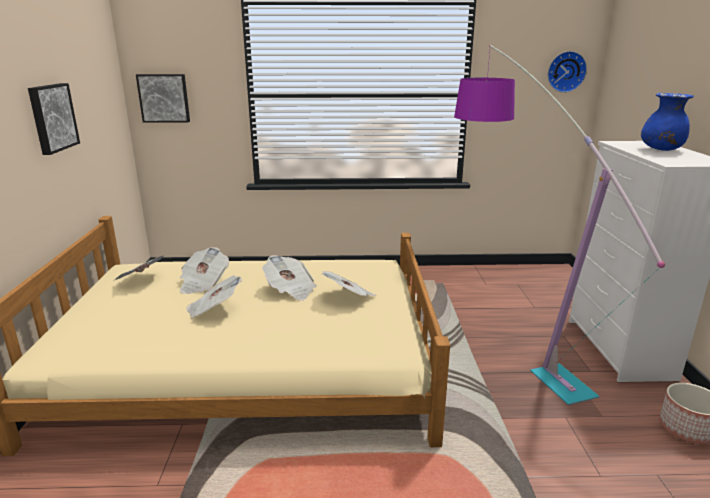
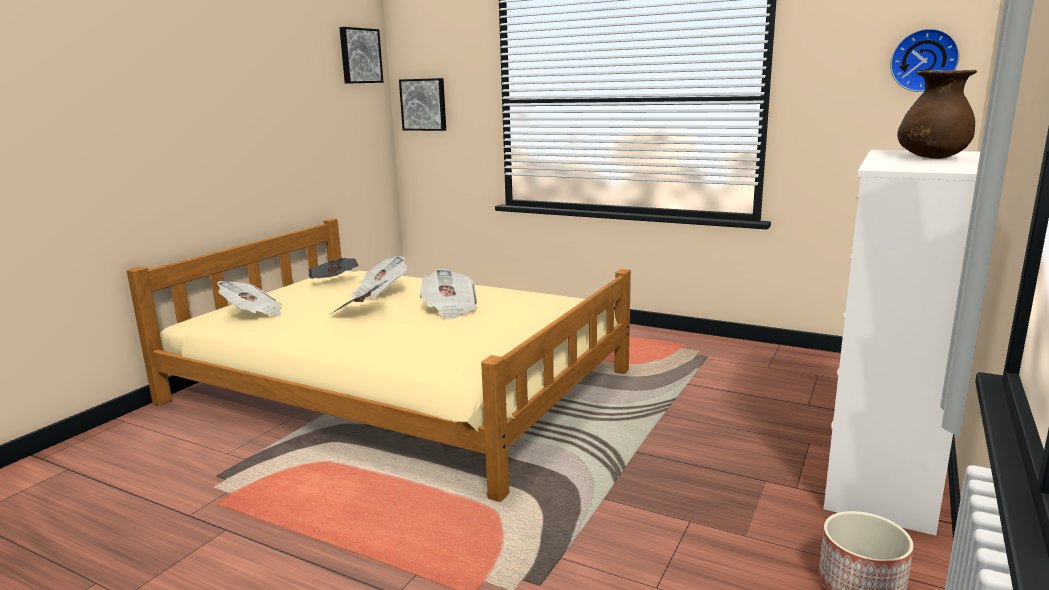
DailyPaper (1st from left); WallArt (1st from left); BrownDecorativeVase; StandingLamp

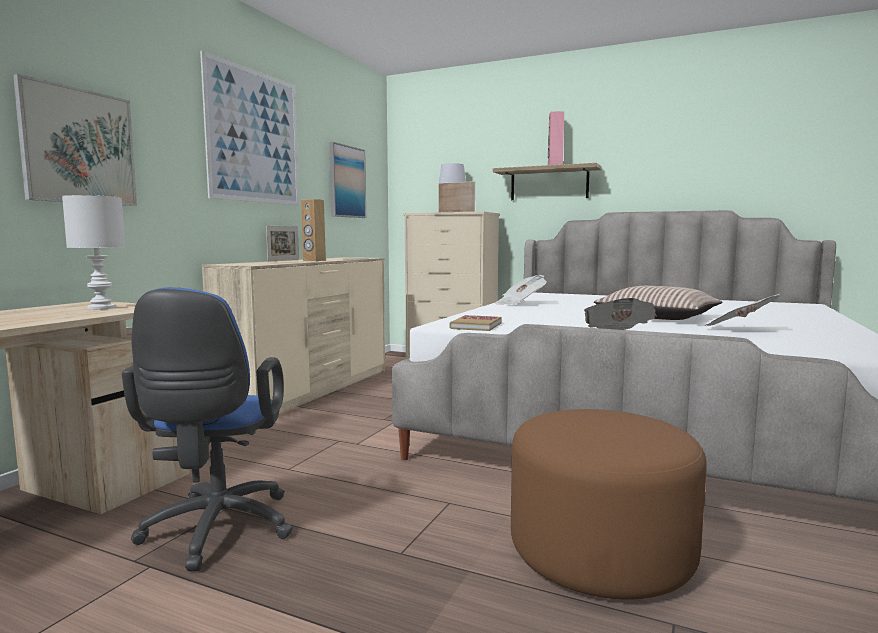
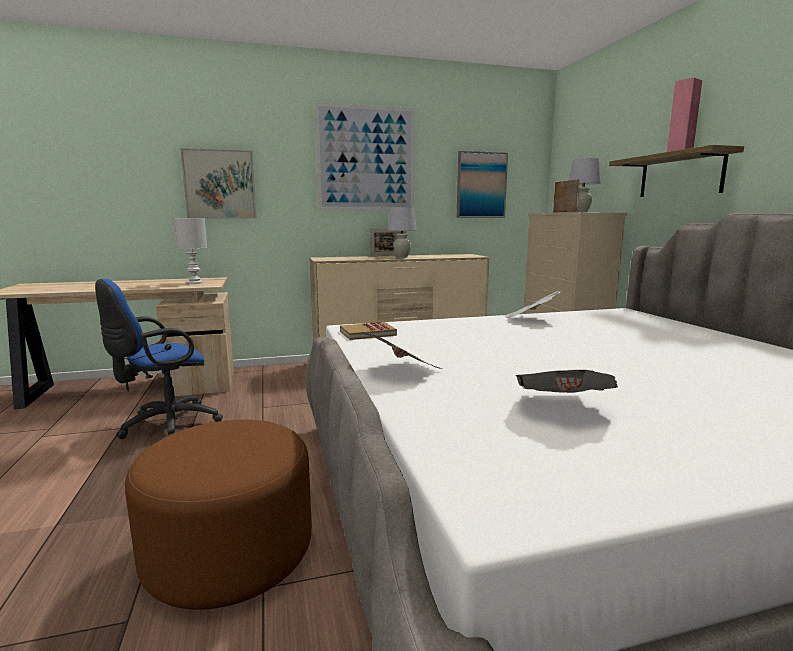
WhiteLampForATable (2nd from left); Pillow

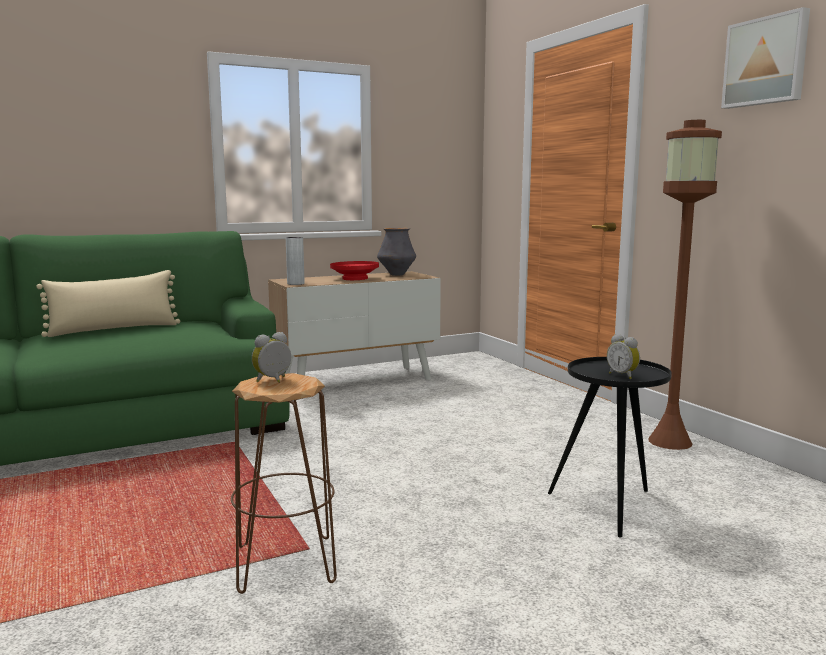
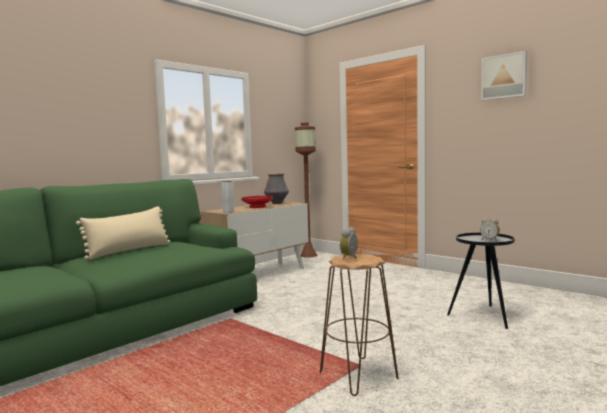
BrownStandingLamp

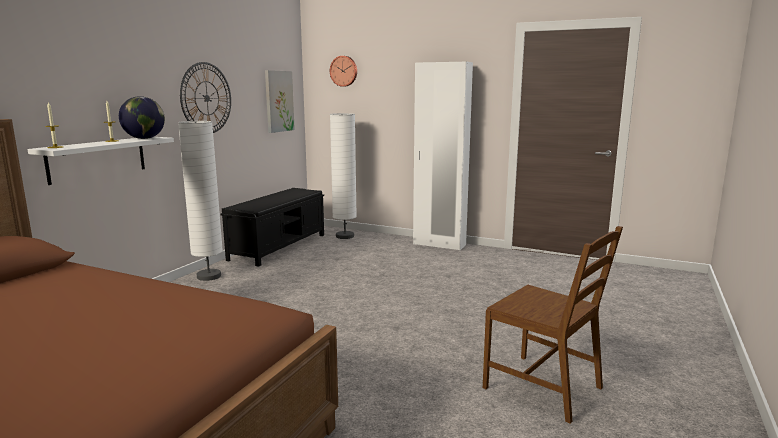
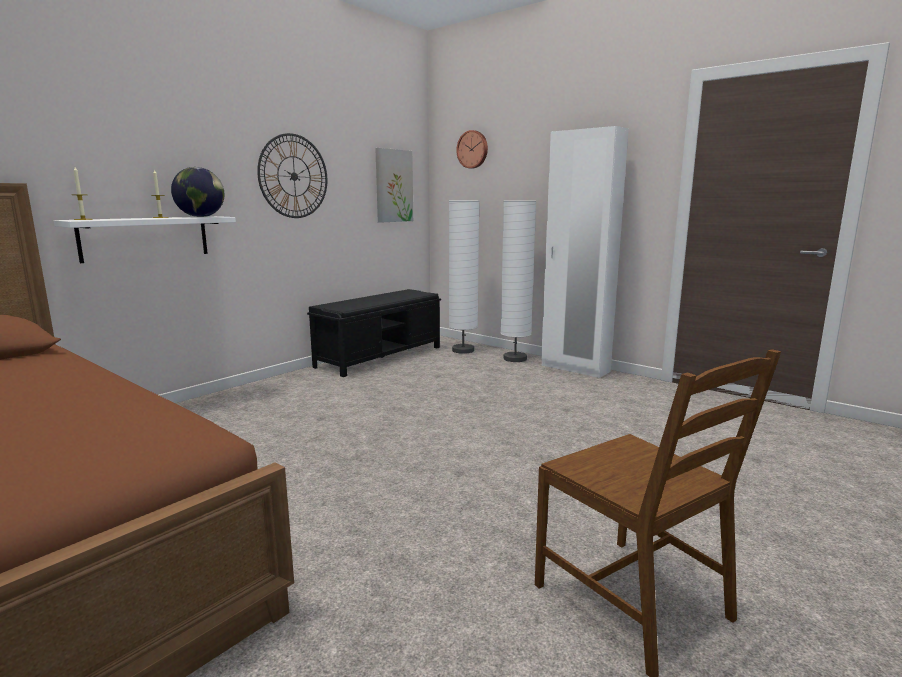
WhiteStandingLamp (2nd from left)

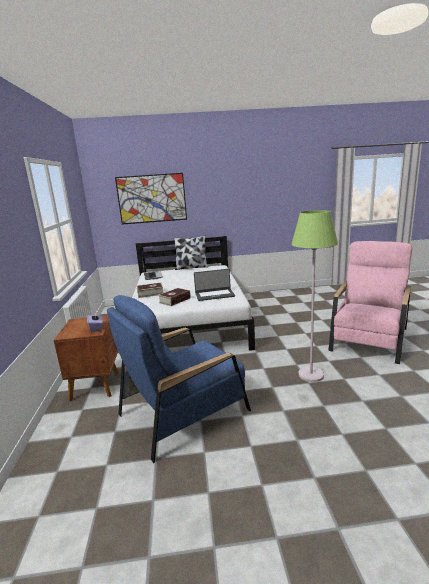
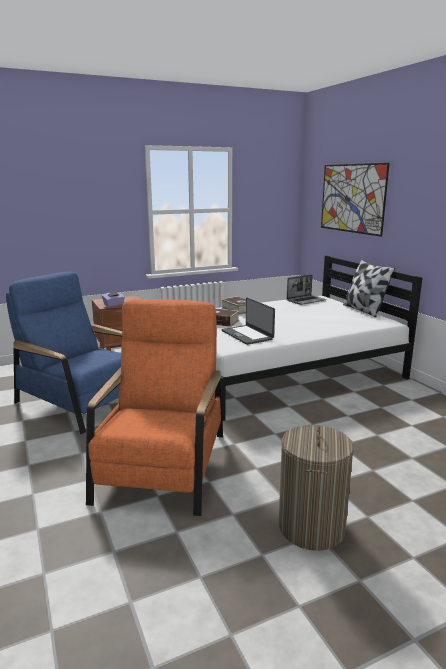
OrangeyArmchair; LaundryBasket

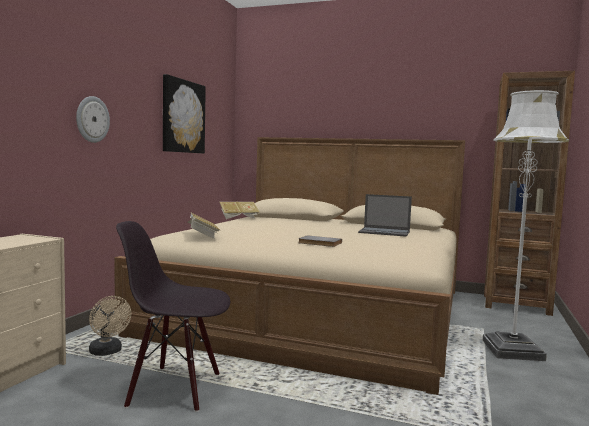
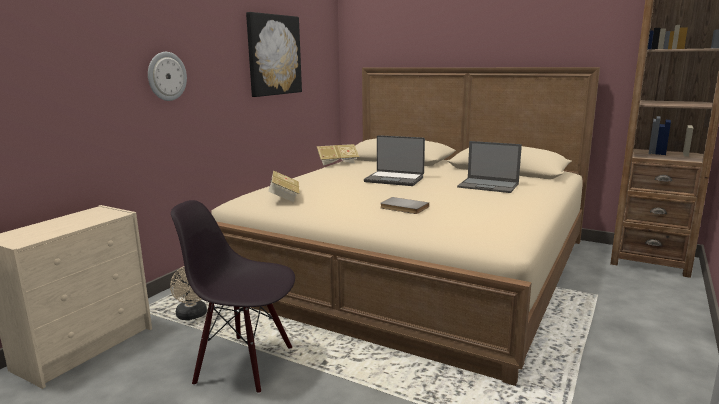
NotebookComputer (1st from left); WhiteStandingLamp

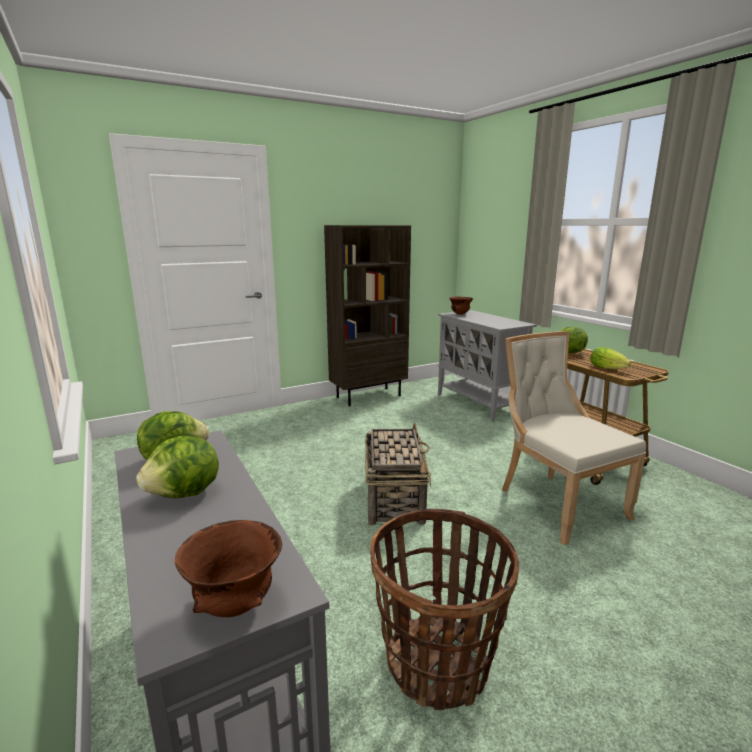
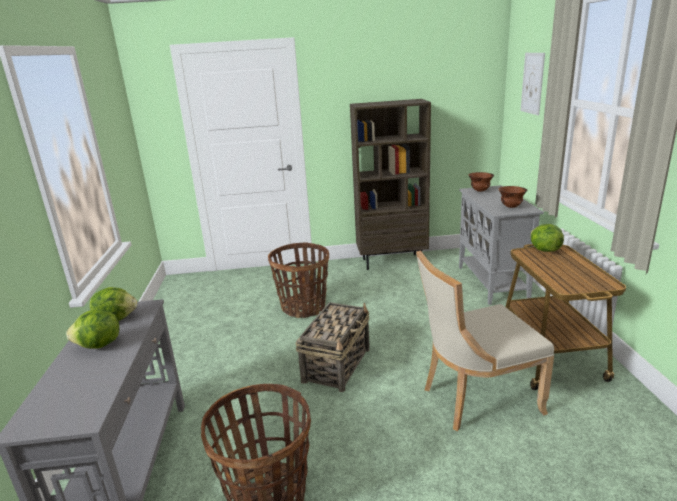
Basket (2nd from left); SandColouredUprightChair; BrownBowl (2nd from left); WallArt; LettuceHead (4th from left in the first image)

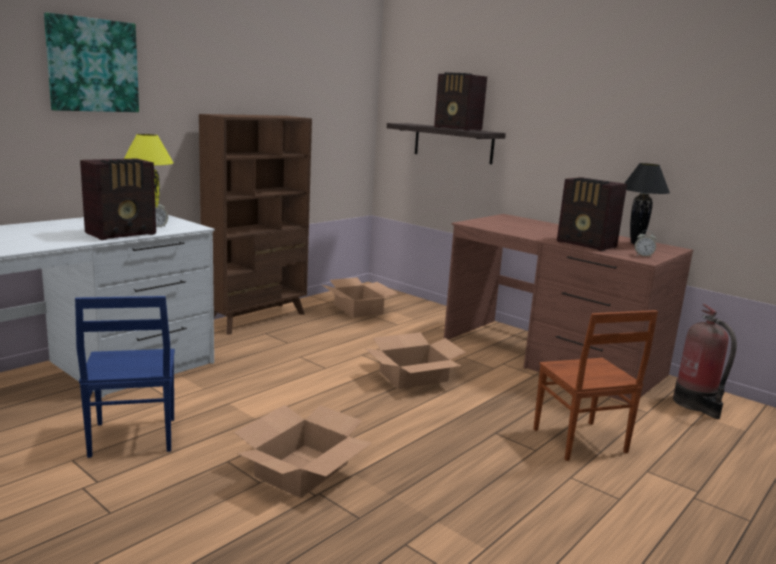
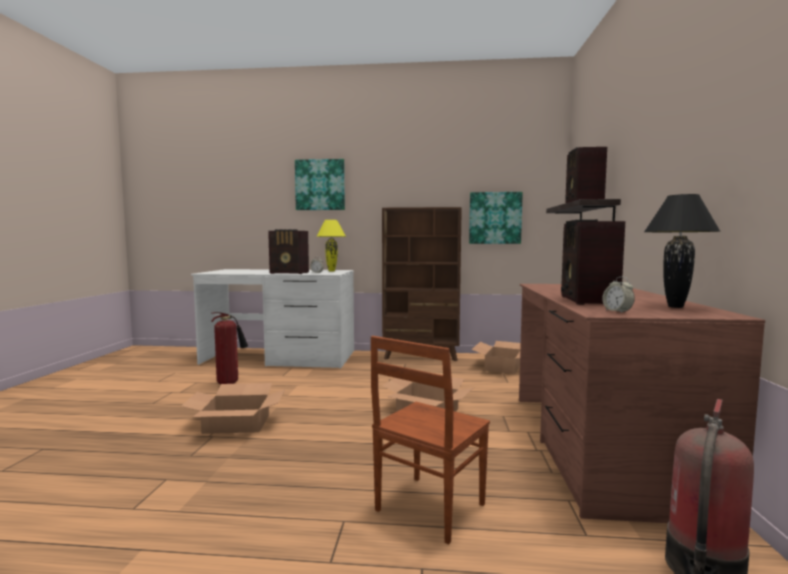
FireExtinguisher (1st from left); WallArt (2nd from left)

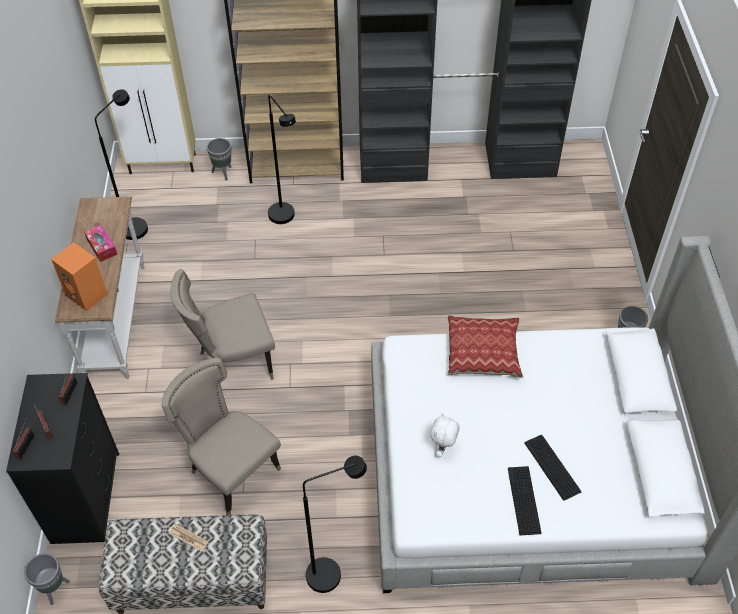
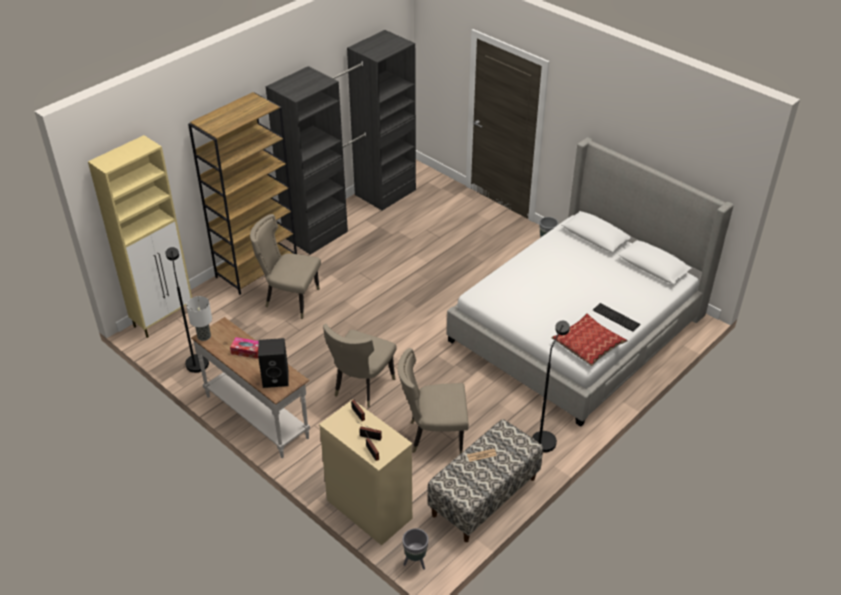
LampForATable; SandColouredUprightChair (1st from left); BlackColouredLoudspeaker; SandColouredChestOfDrawers; Pillow; GreyishPlantPot (2nd from left in the first image); WhiteCuddlyToy; Keyboard (2nd from left in the first image)

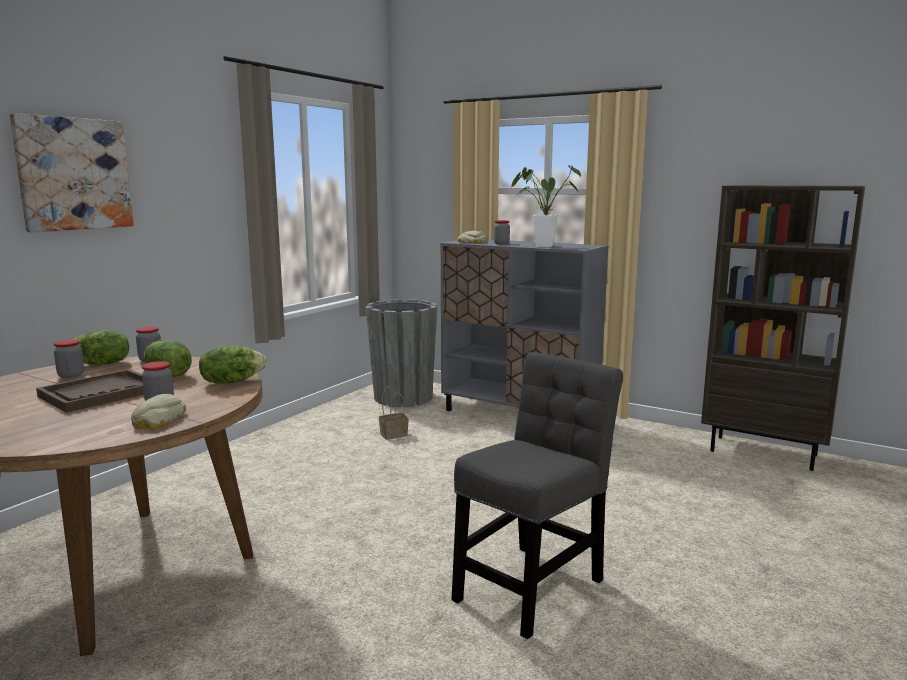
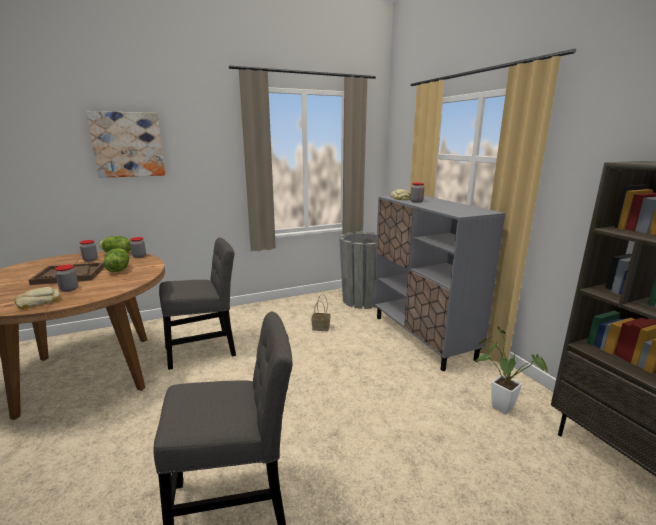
GreyishUprightChair (1st from left); PottedPlant; LettuceHead (3rd from left in the first image)

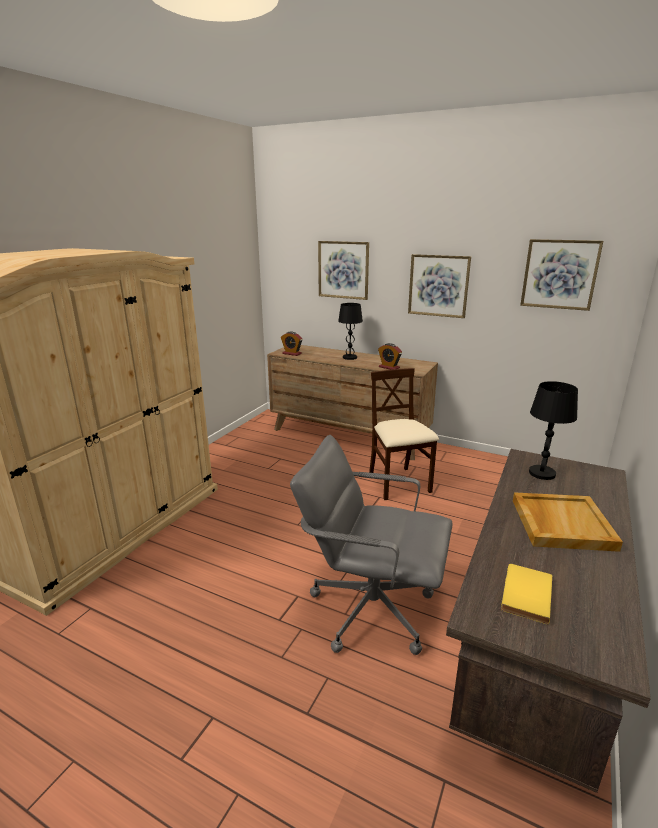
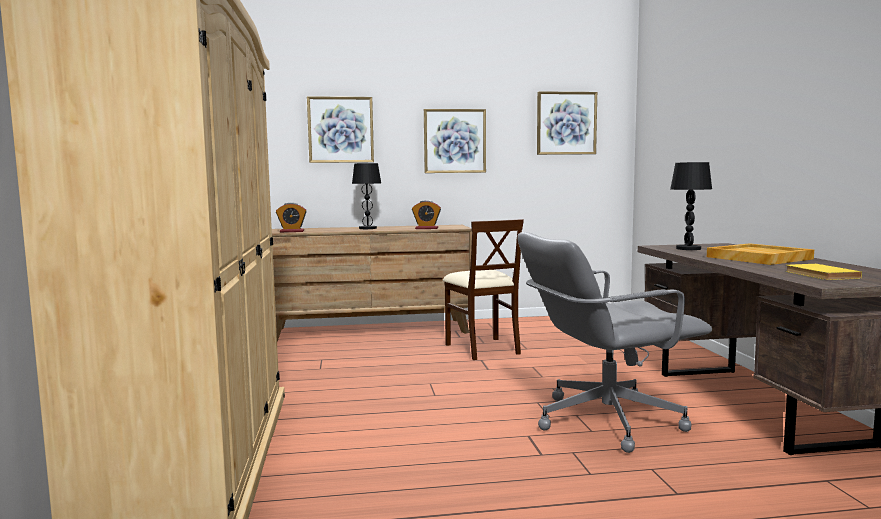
SandColouredUprightChair

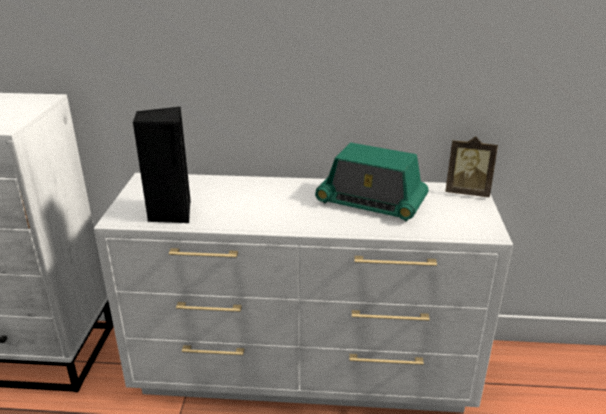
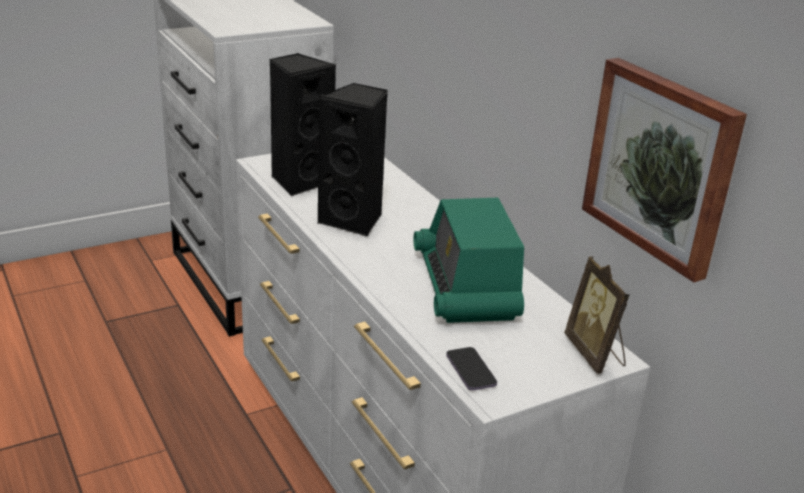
BlackColouredLoudspeaker (2nd from left); Telephone; WallArt

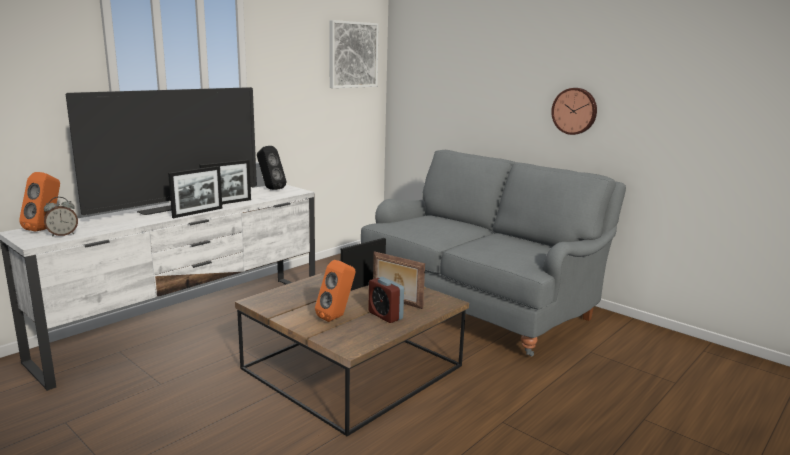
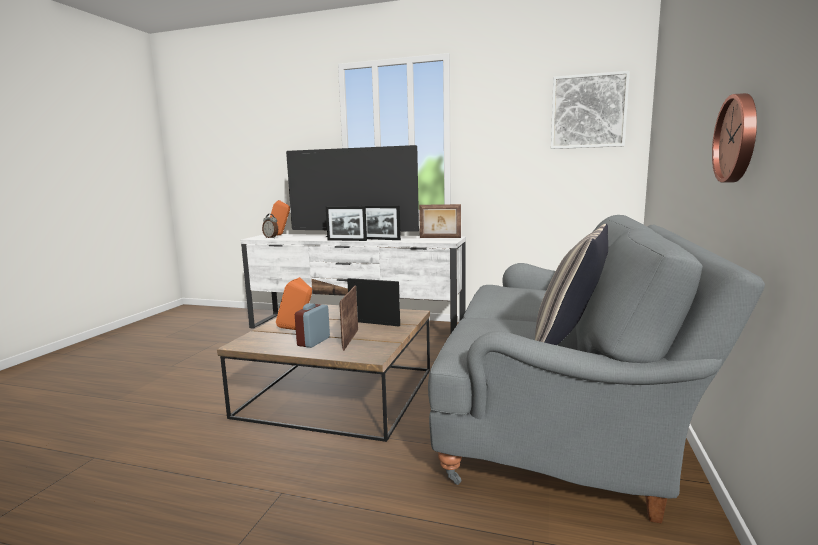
PhotoFrame (5th from left); Pillow

